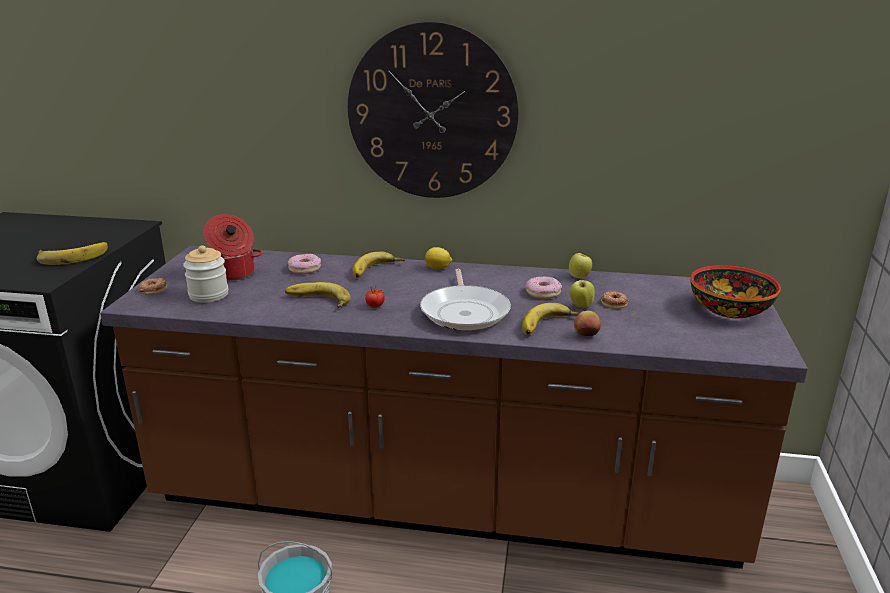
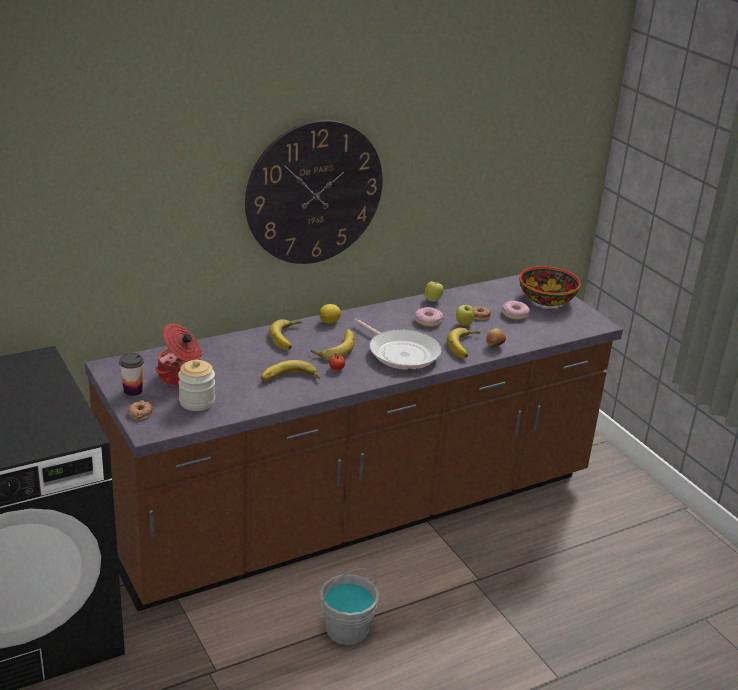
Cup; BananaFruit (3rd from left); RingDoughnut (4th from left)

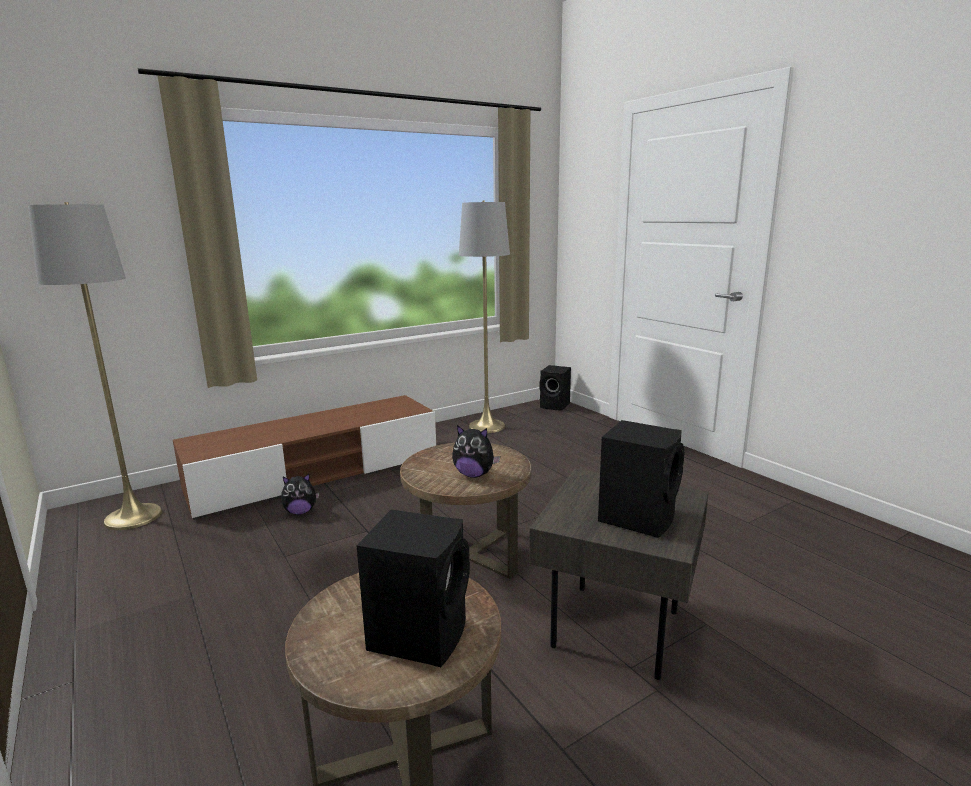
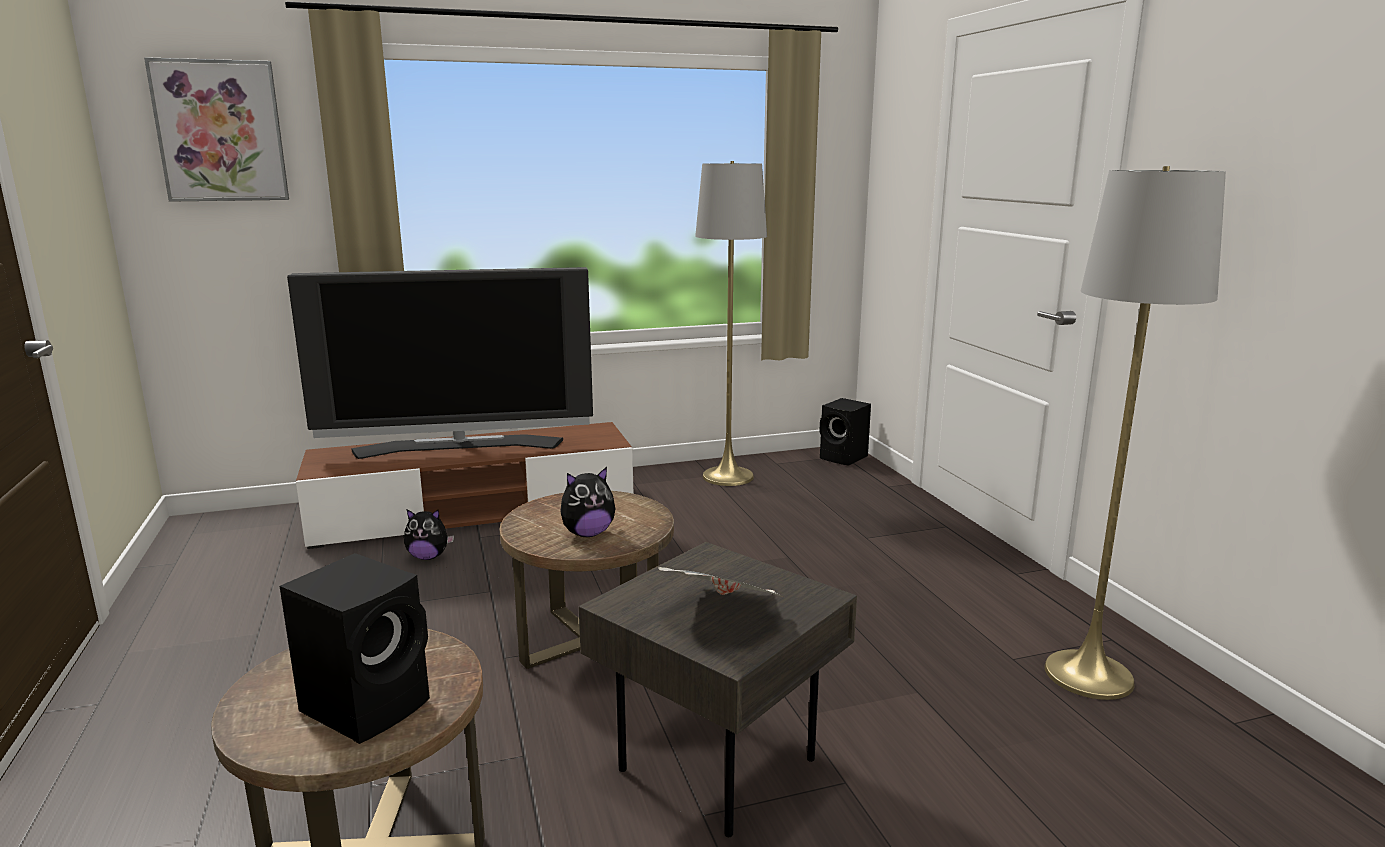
WallArt; Television; CuddlyToy (2nd from left); DailyPaper; GreyishStandingLamp (2nd from left)

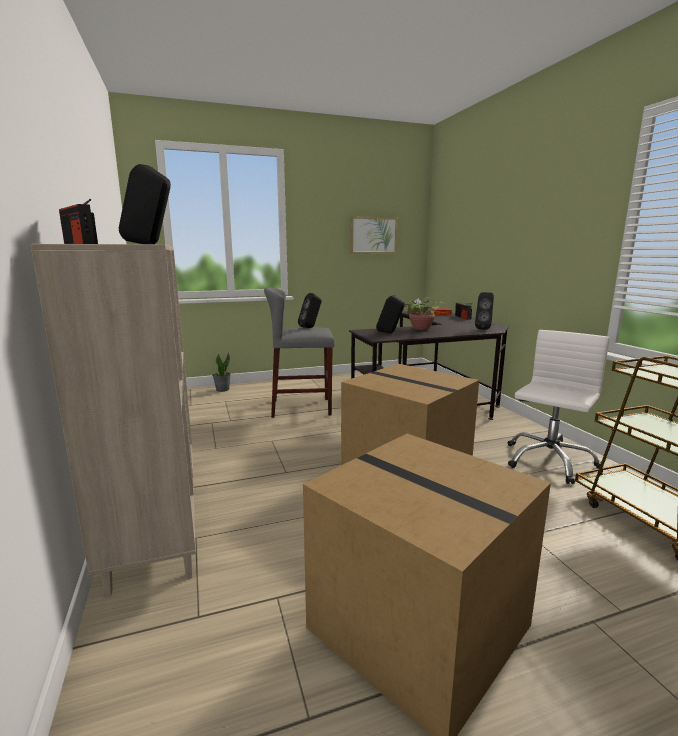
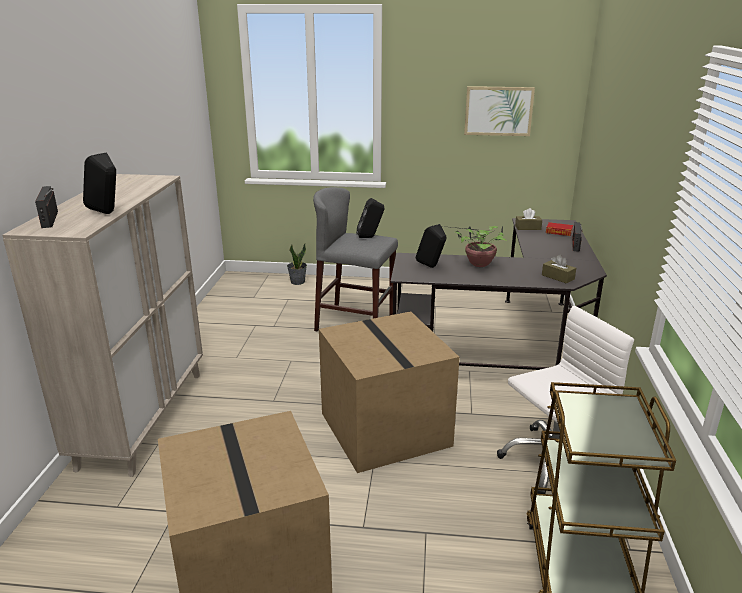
BrownBoxOfTissues (2nd from left)

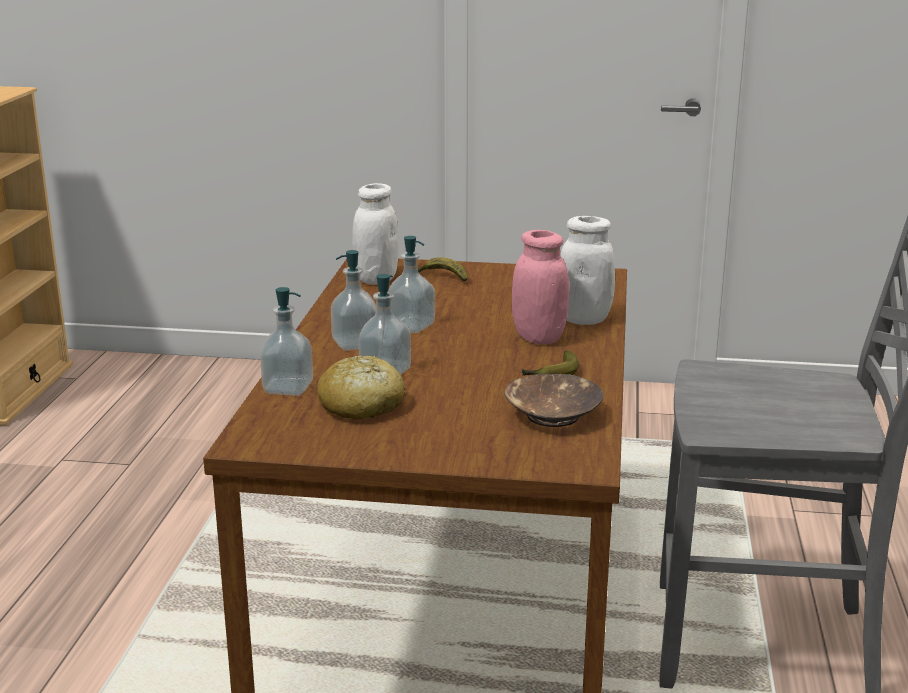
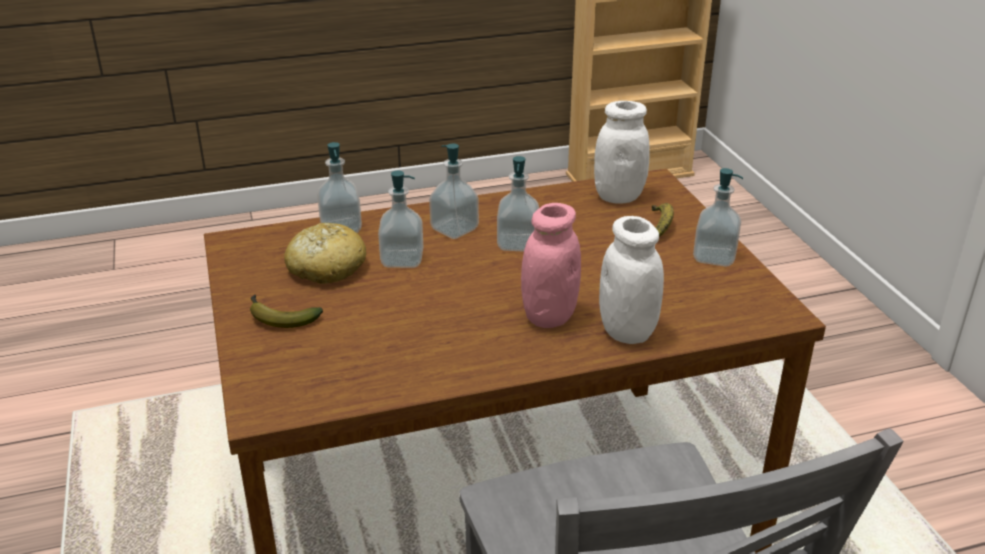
BananaFruit (1st from left); SoapDispenser (5th from left); BrownBowl

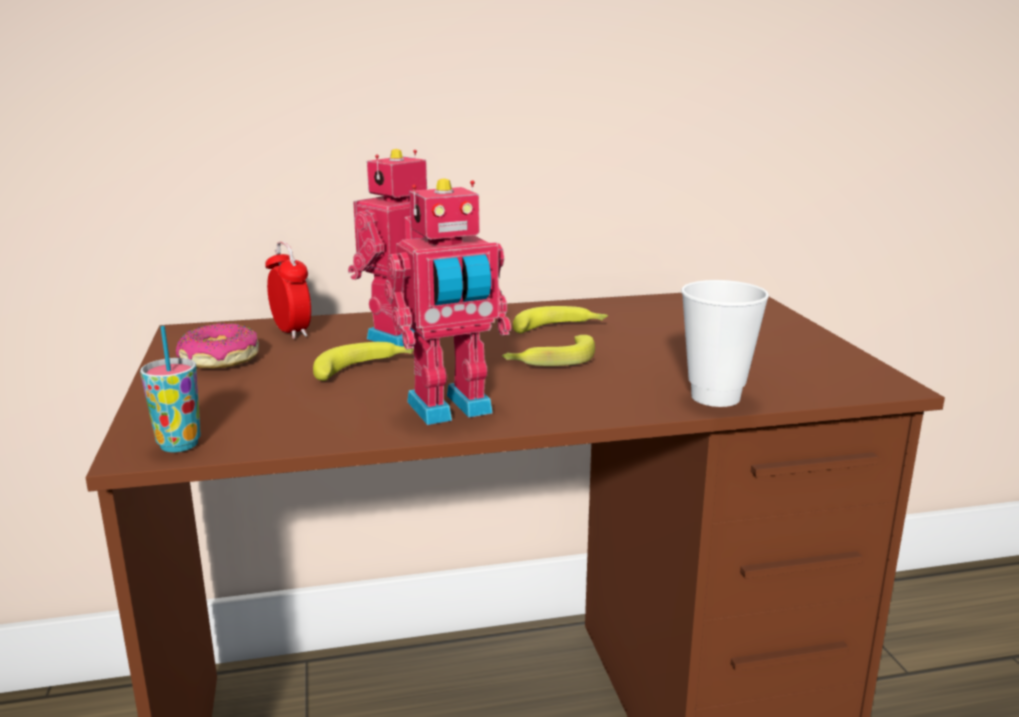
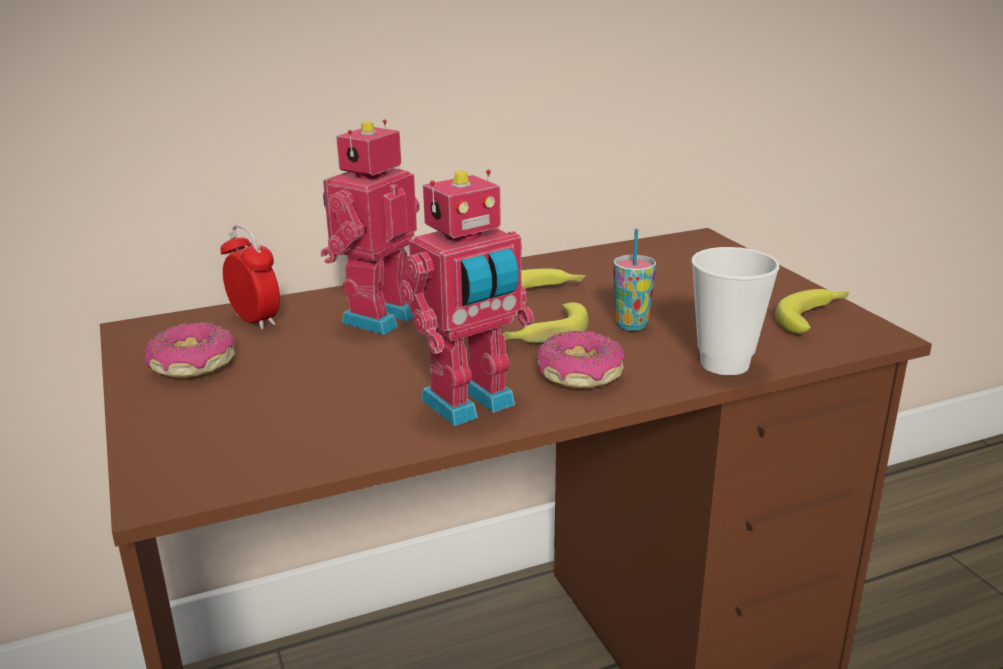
RingDoughnut (2nd from left); Cup (1st from left); BananaFruit (3rd from left)

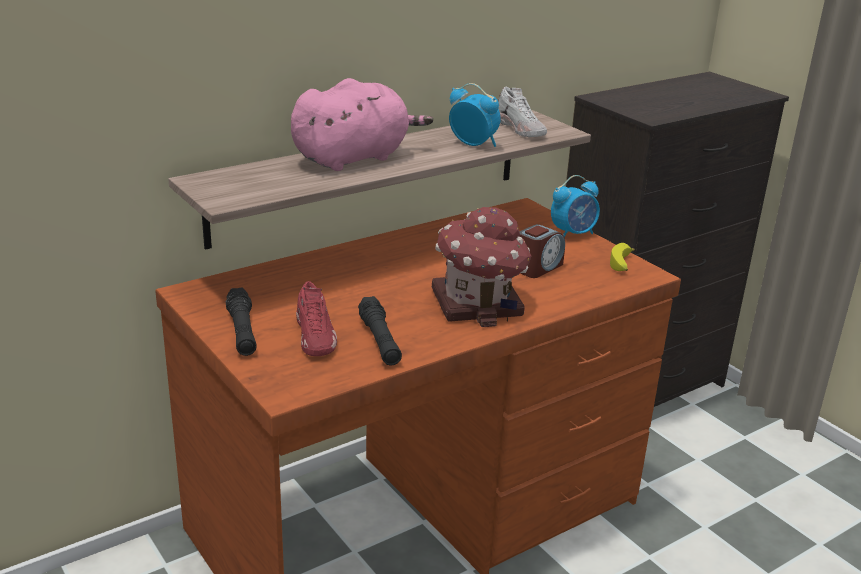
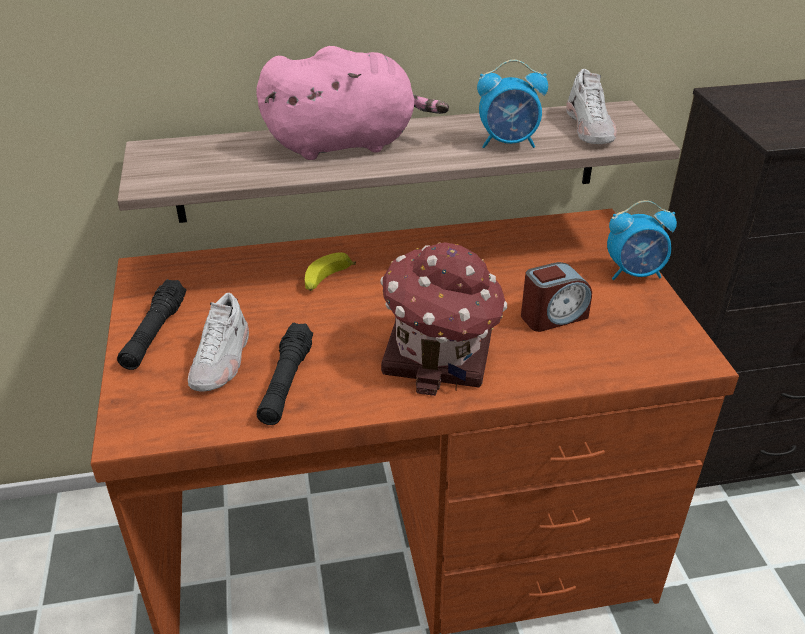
WhiteLowShoe (1st from left); BananaFruit; AlarmClock (1st from left)

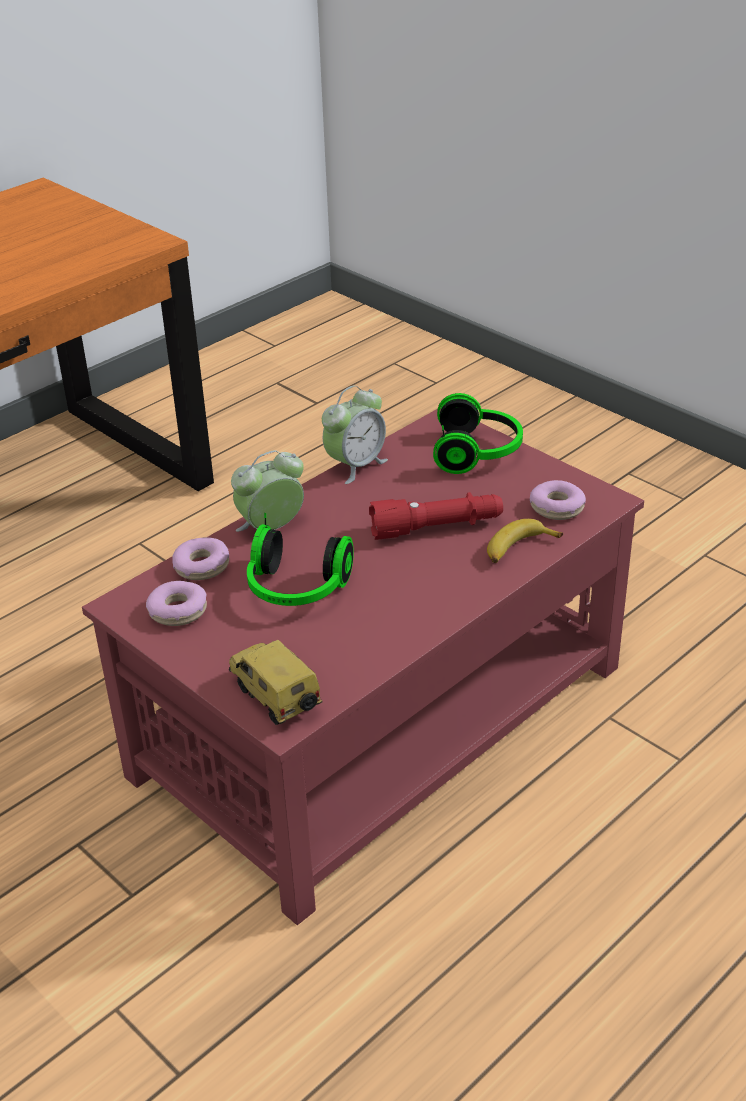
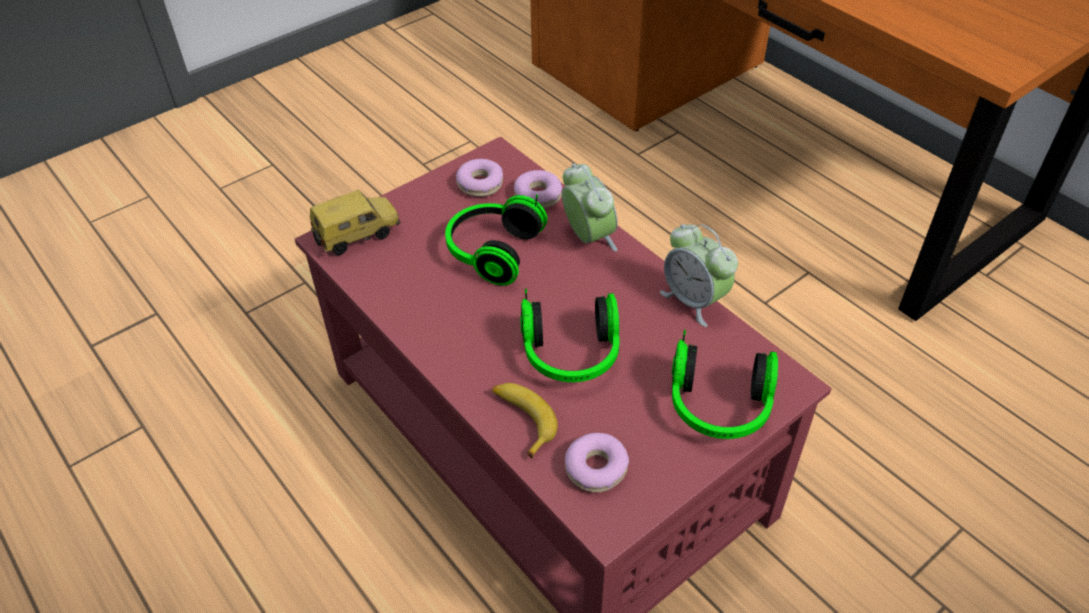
Headphones (2nd from left)

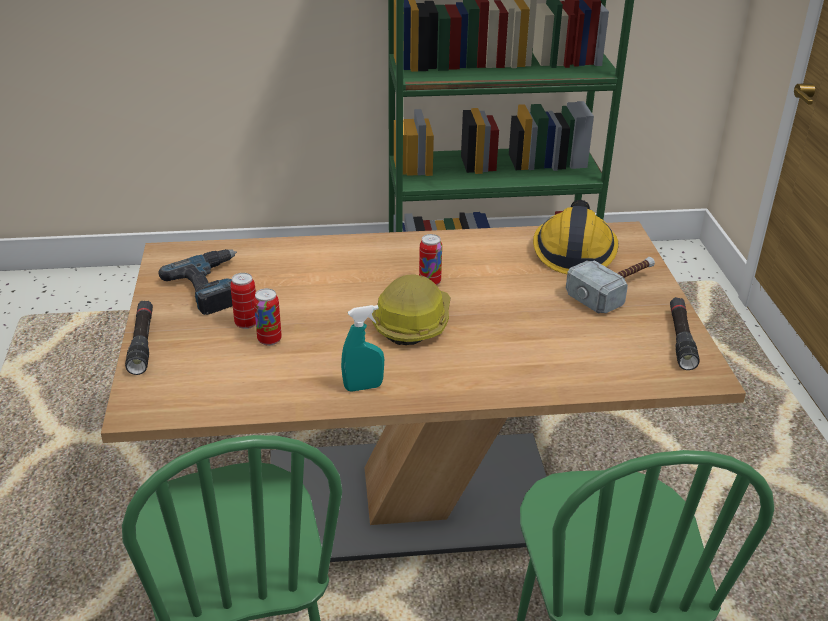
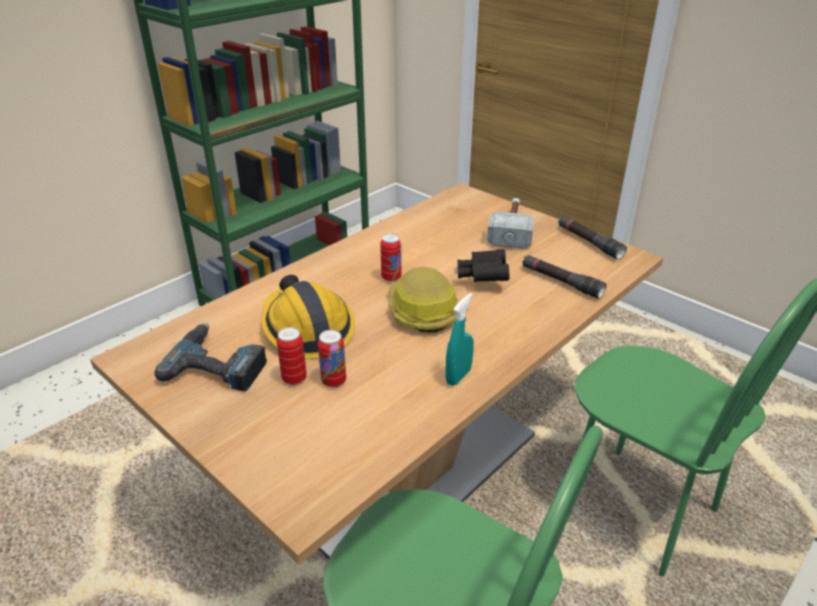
HardHat (1st from left); BlackColouredPairOfBinoculars; BlackColouredTorch (1st from left)

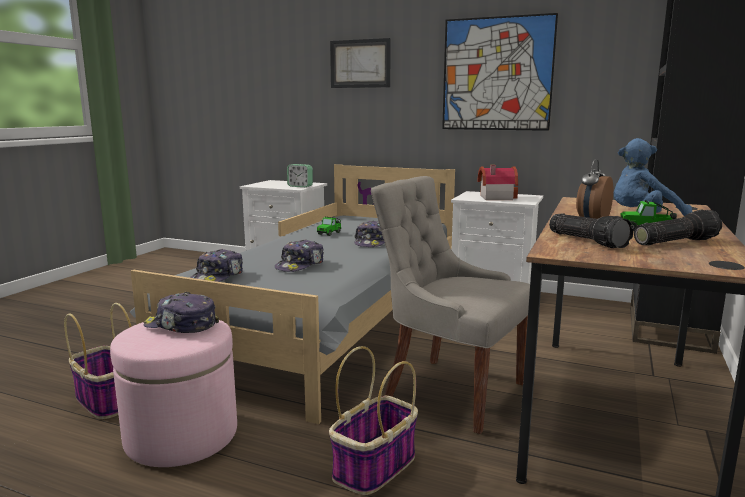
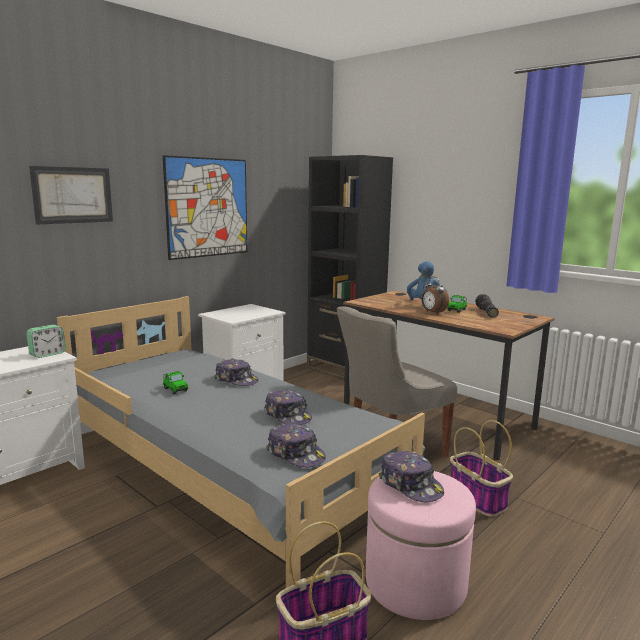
BaseballCap (4th from left); ToyHouse; Torch (1st from left in the first image)

